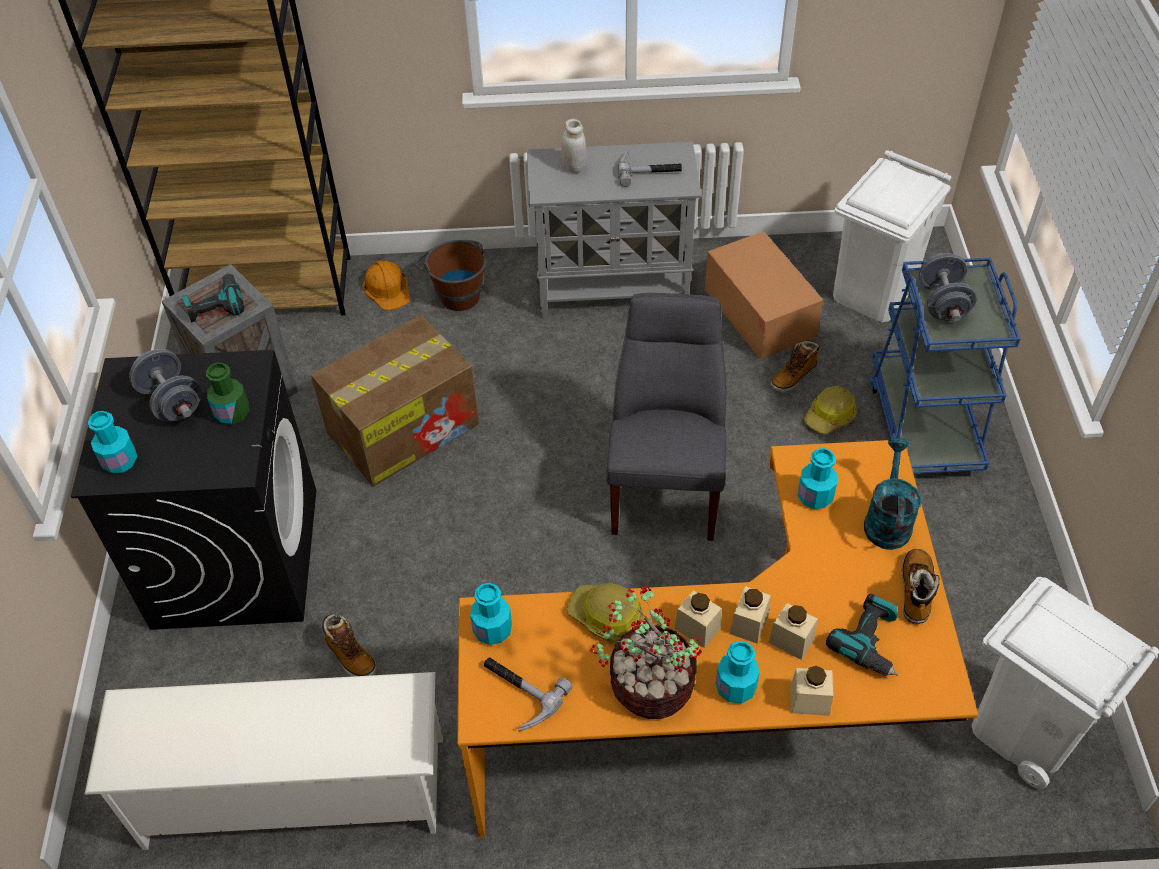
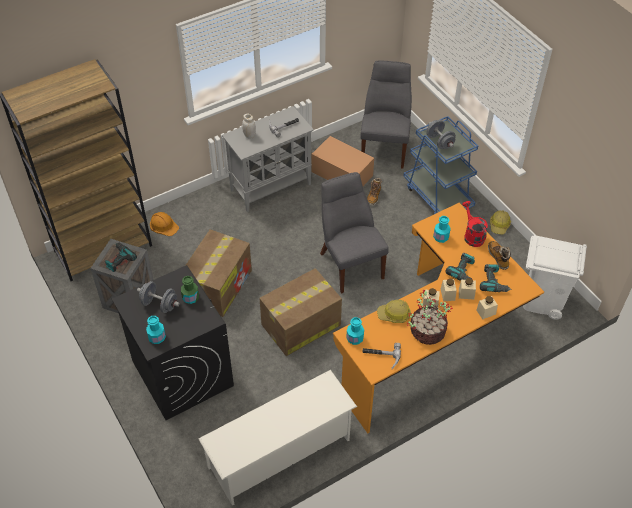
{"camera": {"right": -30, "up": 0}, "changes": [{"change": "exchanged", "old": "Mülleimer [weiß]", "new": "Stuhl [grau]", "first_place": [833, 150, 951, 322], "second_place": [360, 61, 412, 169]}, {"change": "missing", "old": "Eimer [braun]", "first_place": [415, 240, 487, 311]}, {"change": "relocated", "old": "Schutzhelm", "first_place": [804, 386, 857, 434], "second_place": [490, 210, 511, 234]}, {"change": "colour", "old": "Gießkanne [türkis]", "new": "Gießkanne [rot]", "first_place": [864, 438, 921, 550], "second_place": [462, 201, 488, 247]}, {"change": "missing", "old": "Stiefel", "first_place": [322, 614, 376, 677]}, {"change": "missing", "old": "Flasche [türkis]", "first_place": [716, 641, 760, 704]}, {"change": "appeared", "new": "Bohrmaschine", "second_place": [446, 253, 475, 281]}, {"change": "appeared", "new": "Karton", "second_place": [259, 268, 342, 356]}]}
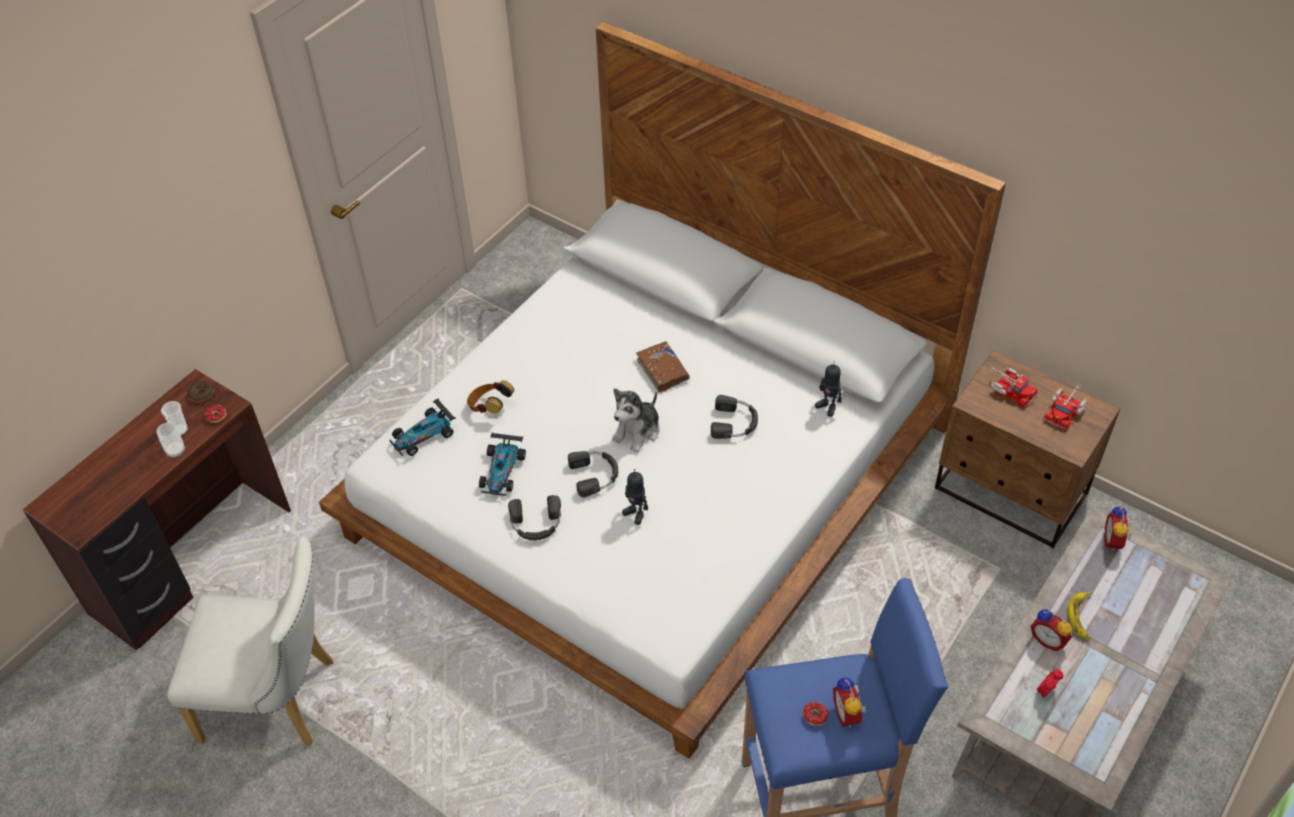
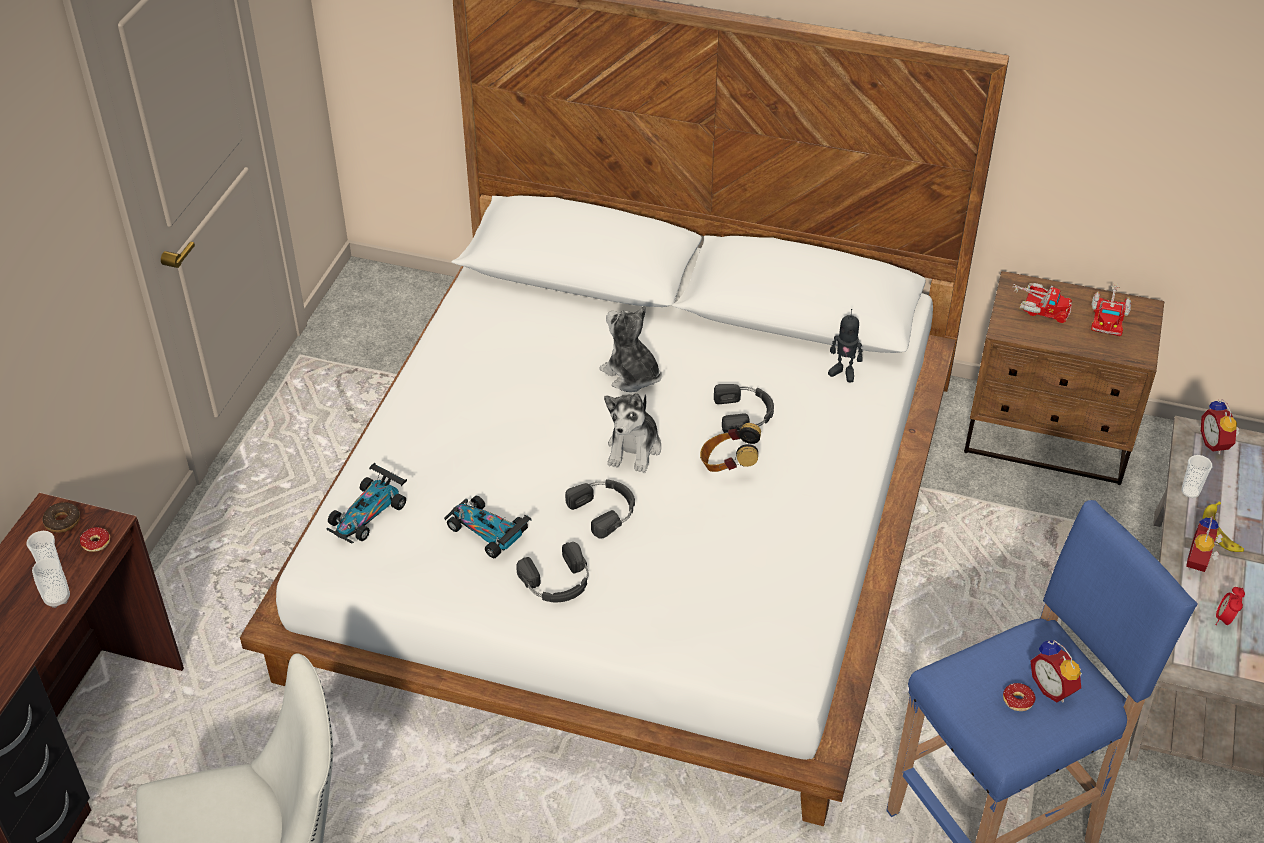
{"camera": {"right": -20, "up": -5}, "changes": [{"change": "exchanged", "old": "Buch [braun]", "new": "Plüschtier", "first_place": [636, 341, 690, 393], "second_place": [599, 306, 662, 392]}, {"change": "relocated", "old": "Kopfhörer", "first_place": [467, 380, 515, 414], "second_place": [700, 423, 761, 472]}, {"change": "spun", "old": "Spielzeugauto", "first_place": [479, 432, 526, 496], "second_place": [444, 496, 531, 558], "degrees": 135}, {"change": "missing", "old": "Spielzeugroboter", "first_place": [622, 469, 648, 525]}, {"change": "spun", "old": "Wecker", "first_place": [1031, 609, 1072, 651], "second_place": [1186, 516, 1223, 573], "degrees": 90}, {"change": "appeared", "new": "Tasse", "second_place": [1181, 455, 1212, 498]}]}
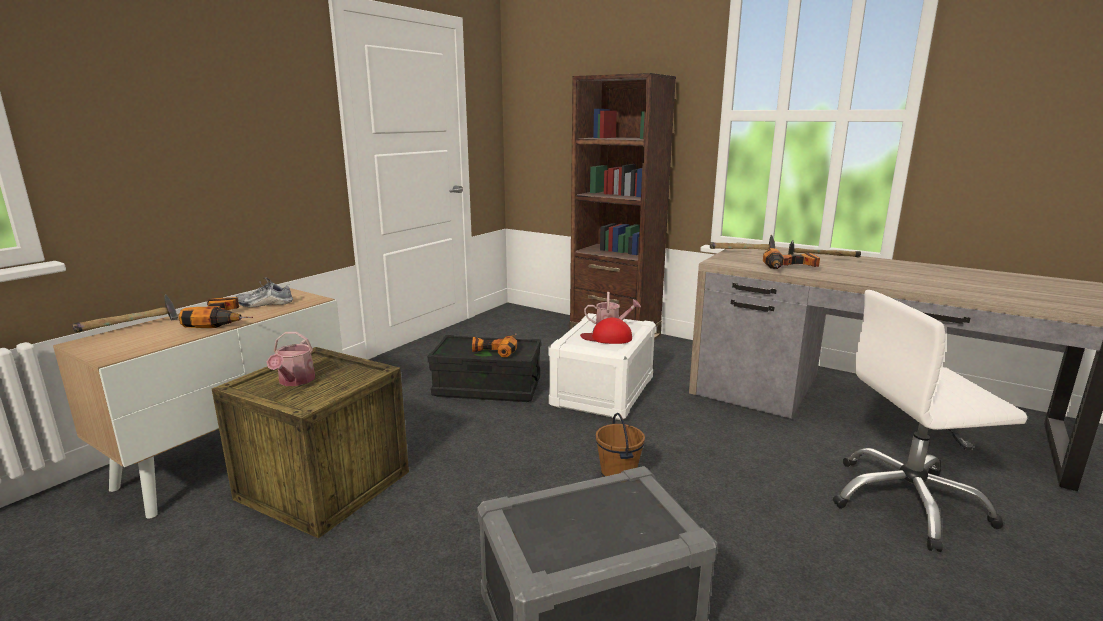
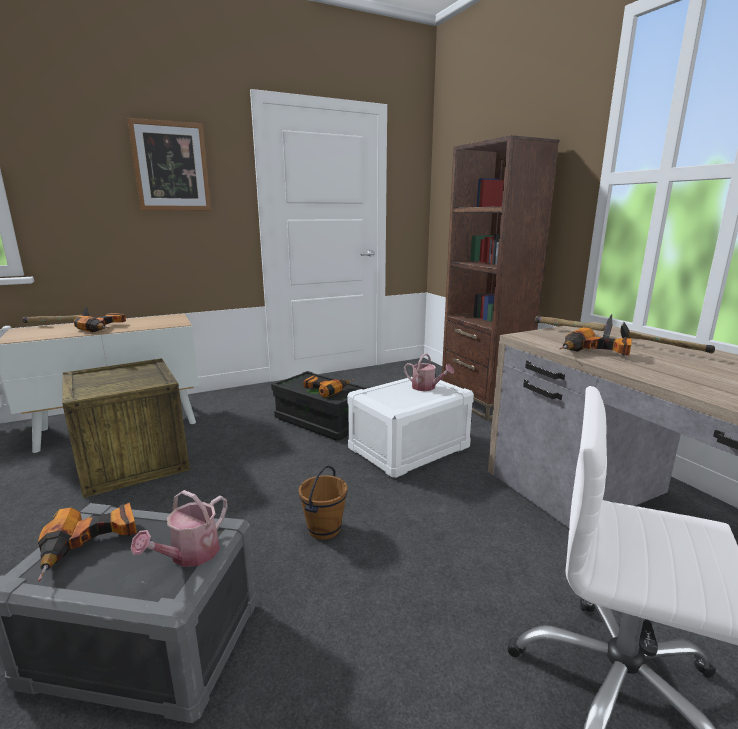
{"camera": {"right": 30, "up": 0}, "changes": [{"change": "missing", "old": "Schuh", "first_place": [236, 278, 293, 308]}, {"change": "missing", "old": "Kappe [rot]", "first_place": [580, 317, 632, 344]}, {"change": "relocated", "old": "Gießkanne", "first_place": [267, 332, 315, 386], "second_place": [131, 490, 228, 567]}, {"change": "appeared", "new": "Bild", "second_place": [127, 118, 211, 210]}, {"change": "appeared", "new": "Bohrmaschine", "second_place": [38, 502, 137, 581]}]}
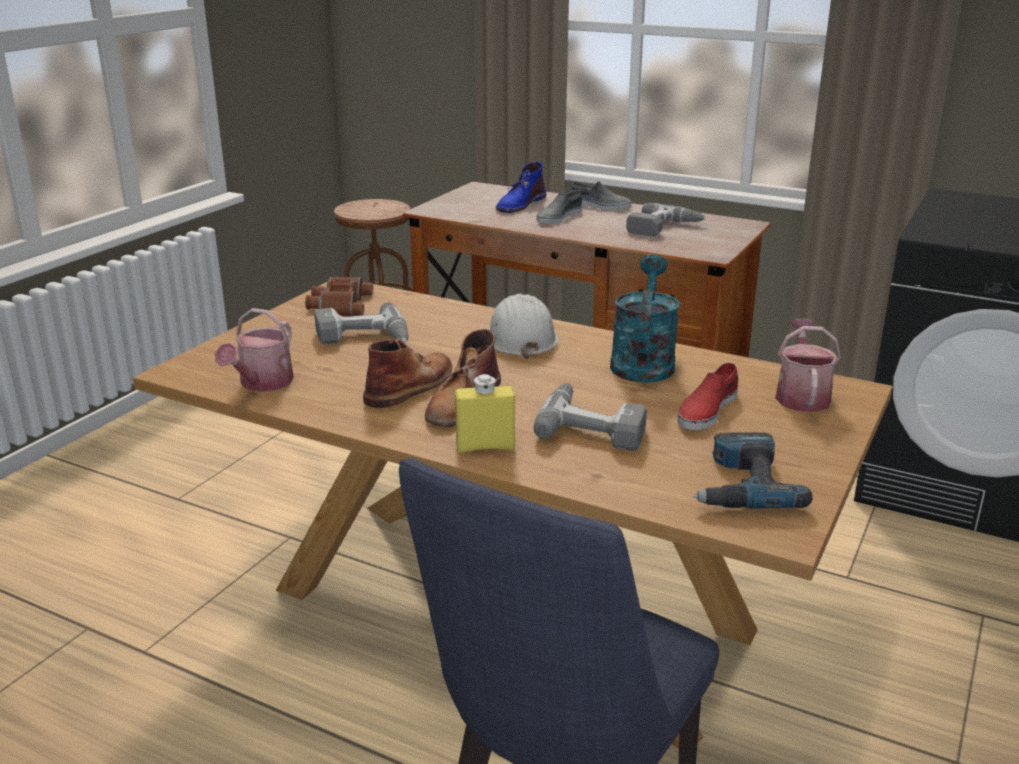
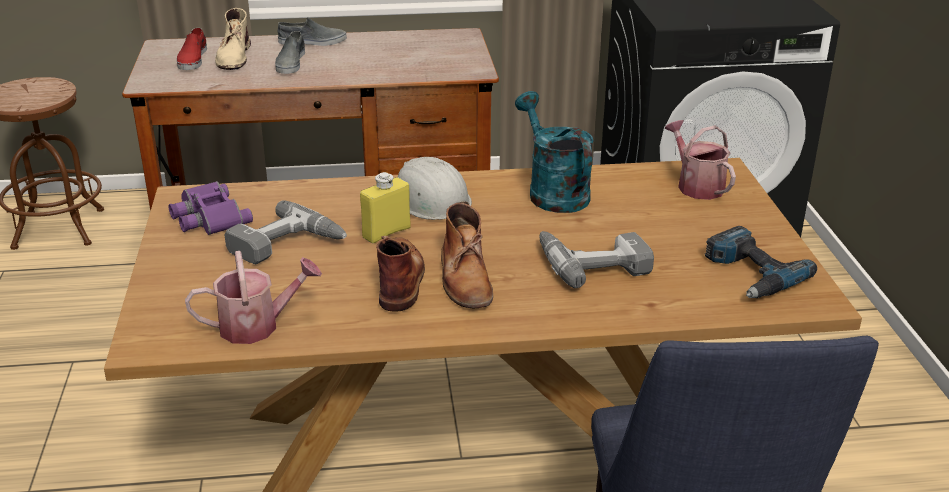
{"camera": {"right": -35, "up": 5}, "changes": [{"change": "colour", "old": "Stiefel [blau]", "new": "Stiefel [beige]", "first_place": [496, 162, 546, 213], "second_place": [215, 8, 251, 70]}, {"change": "missing", "old": "Bohrmaschine", "first_place": [626, 203, 706, 236]}, {"change": "colour", "old": "Fernglas [braun]", "new": "Fernglas [lila]", "first_place": [305, 277, 373, 316], "second_place": [168, 181, 253, 235]}, {"change": "spun", "old": "Gießkanne", "first_place": [215, 308, 294, 392], "second_place": [185, 251, 322, 344], "degrees": -90}, {"change": "relocated", "old": "Schuh [rot]", "first_place": [677, 363, 738, 430], "second_place": [177, 28, 207, 70]}, {"change": "relocated", "old": "Flasche [gelb]", "first_place": [455, 374, 515, 453], "second_place": [360, 172, 411, 244]}]}
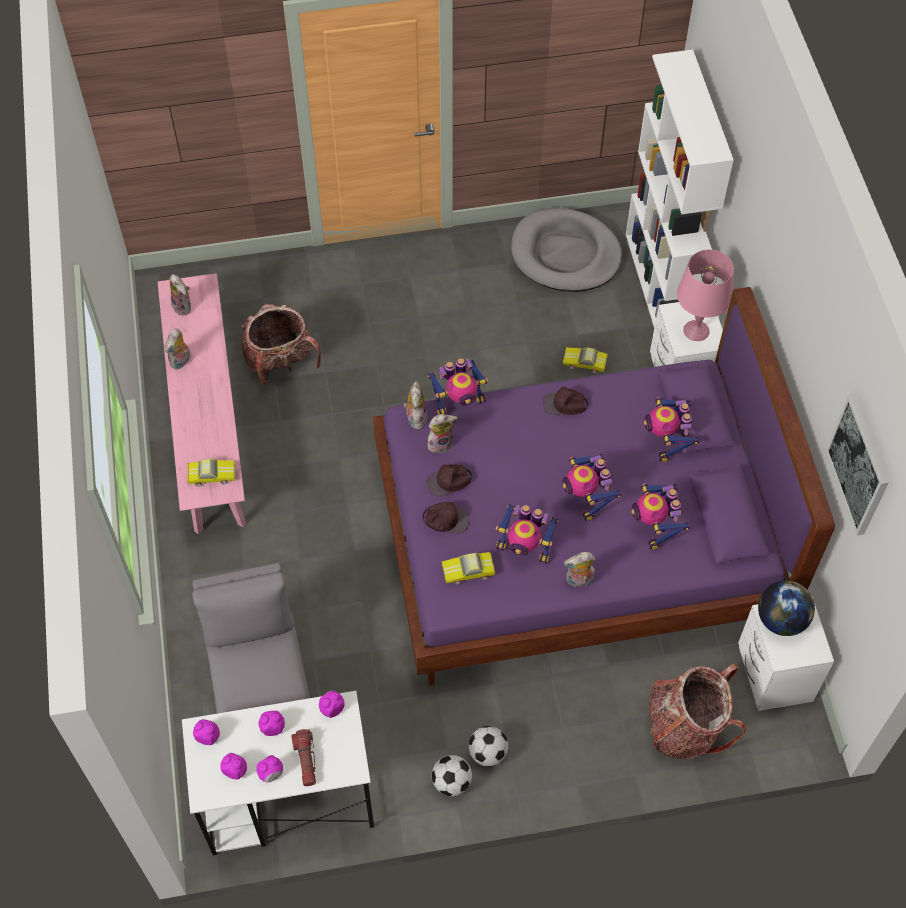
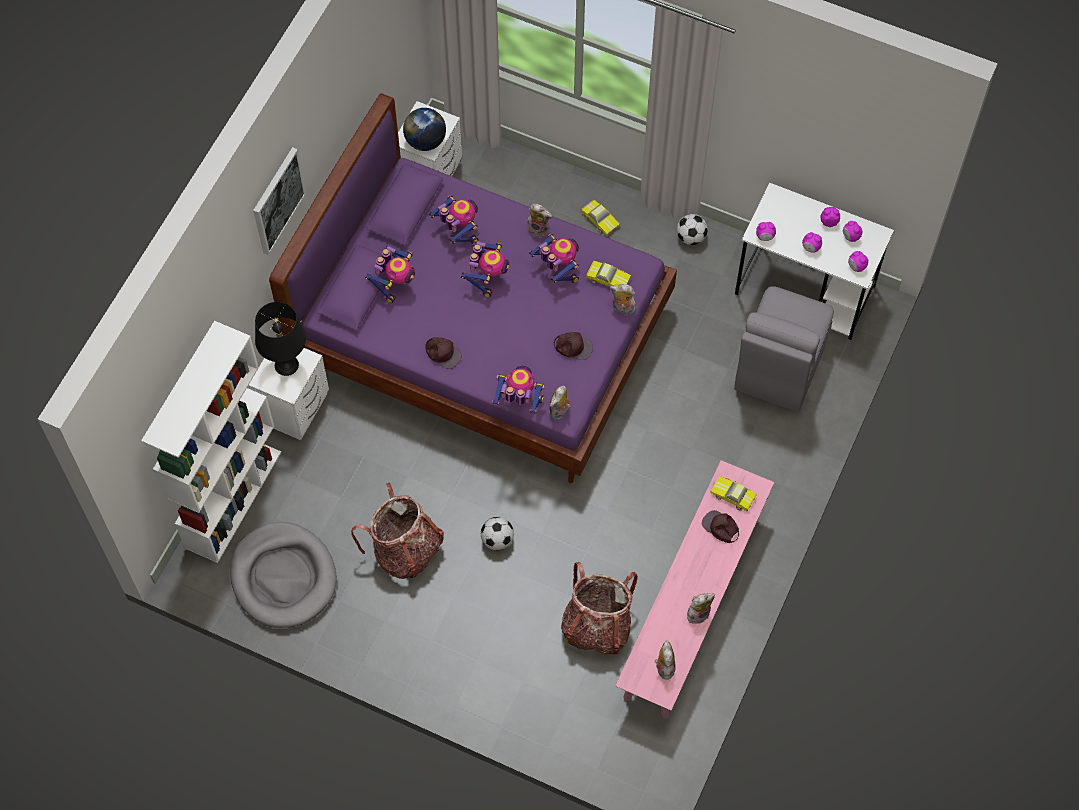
{"camera": {"right": -145, "up": 5}, "changes": [{"change": "colour", "old": "Tischlampe [rosa]", "new": "Tischlampe [schwarz]", "first_place": [677, 249, 734, 341], "second_place": [255, 302, 306, 376]}, {"change": "relocated", "old": "Spielzeugauto", "first_place": [563, 347, 608, 374], "second_place": [581, 200, 620, 235]}, {"change": "relocated", "old": "Bild", "first_place": [826, 394, 889, 536], "second_place": [253, 147, 306, 255]}, {"change": "relocated", "old": "Plüschtier", "first_place": [428, 414, 458, 453], "second_place": [610, 284, 635, 314]}, {"change": "spun", "old": "Spielzeugroboter", "first_place": [631, 483, 690, 550], "second_place": [429, 195, 479, 244], "degrees": -60}, {"change": "relocated", "old": "Kappe [braun]", "first_place": [423, 502, 469, 533], "second_place": [702, 510, 739, 543]}, {"change": "relocated", "old": "Rucksack", "first_place": [648, 664, 746, 759], "second_place": [351, 483, 444, 579]}, {"change": "relocated", "old": "Fußball", "first_place": [469, 726, 508, 767], "second_place": [481, 517, 514, 550]}, {"change": "missing", "old": "Taschenlampe", "first_place": [291, 729, 316, 786]}]}
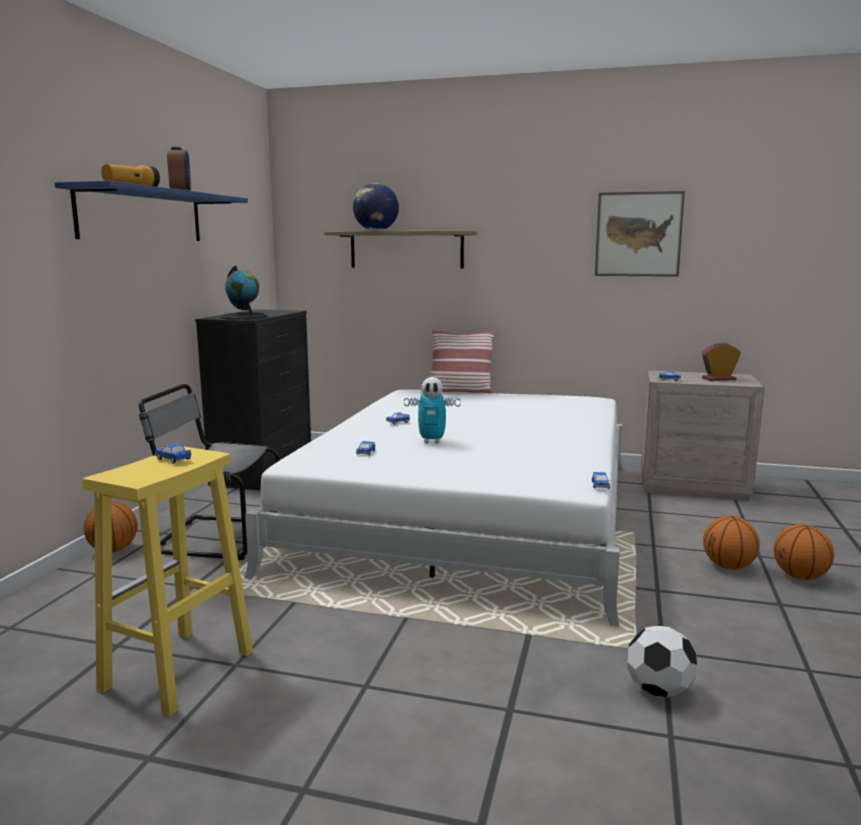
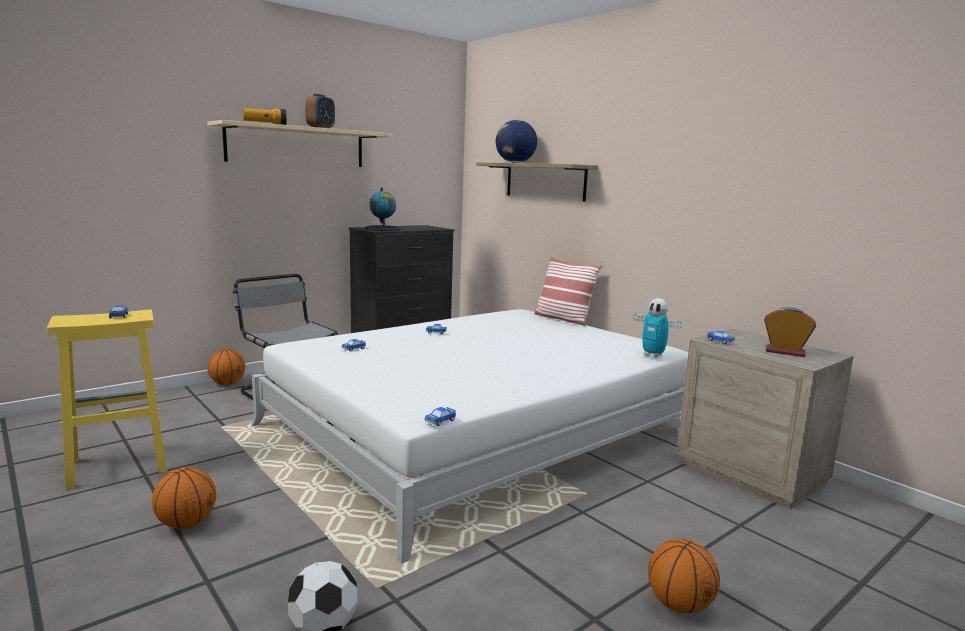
{"camera": {"right": 35, "up": 0}, "changes": [{"change": "colour", "old": "Wandregal [blau]", "new": "Wandregal [beige]", "first_place": [55, 181, 248, 241], "second_place": [207, 120, 392, 167]}, {"change": "missing", "old": "Bild", "first_place": [595, 191, 685, 277]}, {"change": "relocated", "old": "Spielzeugroboter", "first_place": [404, 377, 461, 443], "second_place": [634, 298, 682, 358]}, {"change": "relocated", "old": "Basketball", "first_place": [703, 516, 760, 570], "second_place": [152, 467, 216, 529]}]}
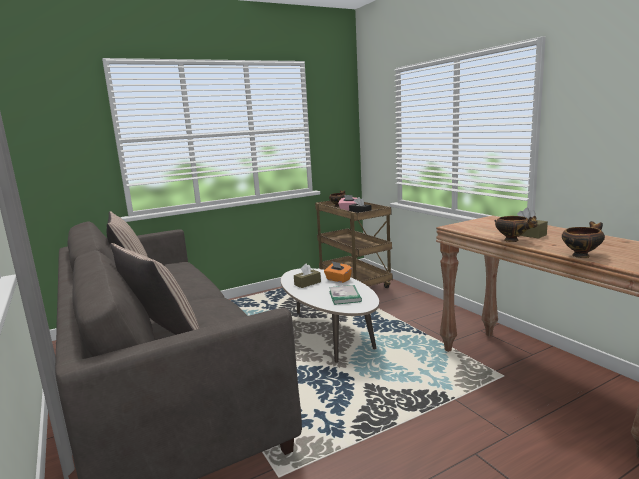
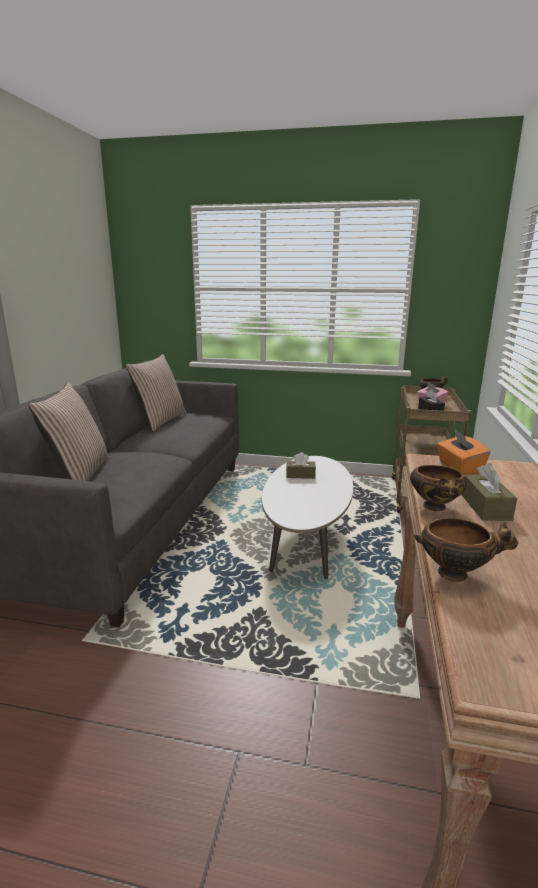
{"camera": {"right": 40, "up": 5}, "changes": [{"change": "relocated", "old": "Taschentuchbox [orange]", "first_place": [324, 261, 352, 283], "second_place": [437, 430, 490, 475]}, {"change": "missing", "old": "Buch", "first_place": [329, 285, 362, 305]}]}
